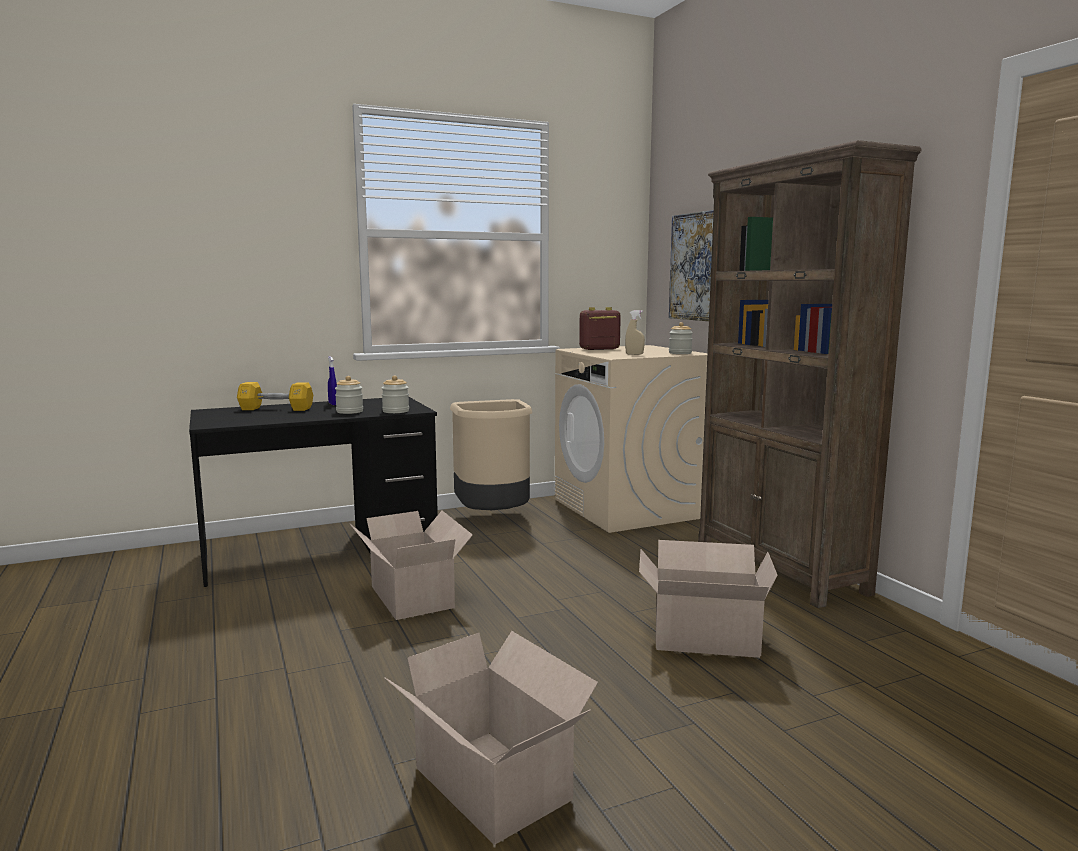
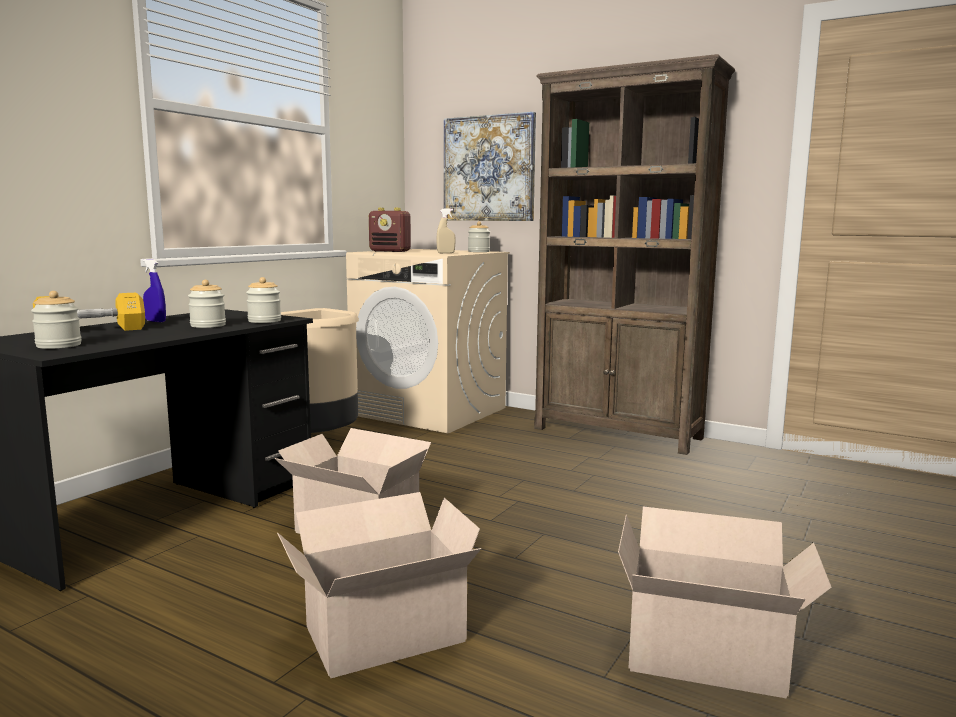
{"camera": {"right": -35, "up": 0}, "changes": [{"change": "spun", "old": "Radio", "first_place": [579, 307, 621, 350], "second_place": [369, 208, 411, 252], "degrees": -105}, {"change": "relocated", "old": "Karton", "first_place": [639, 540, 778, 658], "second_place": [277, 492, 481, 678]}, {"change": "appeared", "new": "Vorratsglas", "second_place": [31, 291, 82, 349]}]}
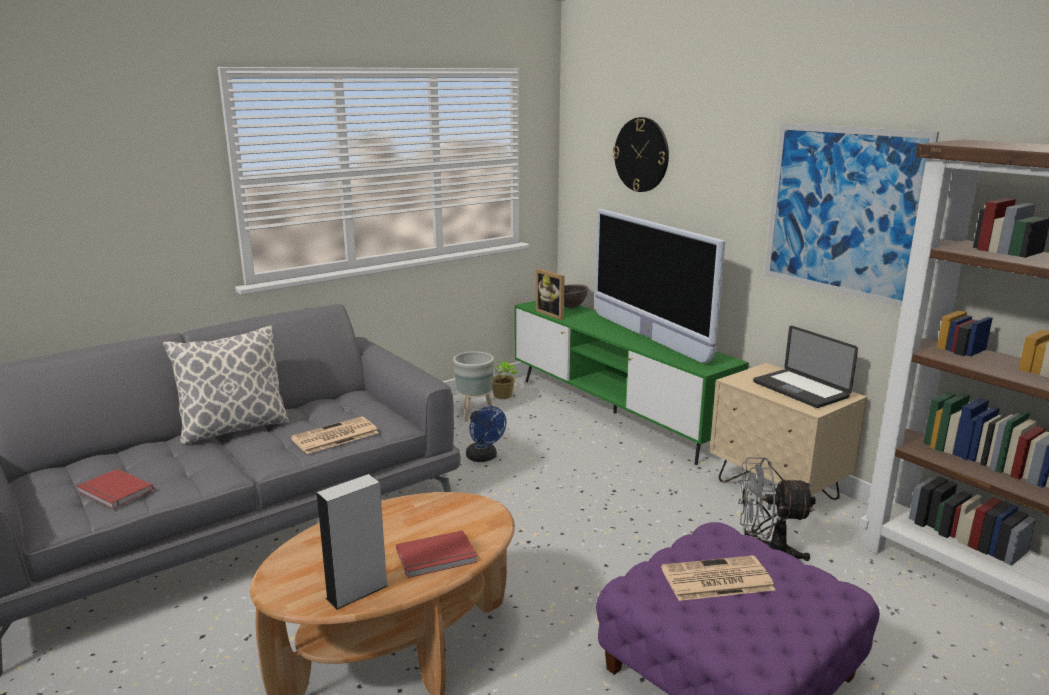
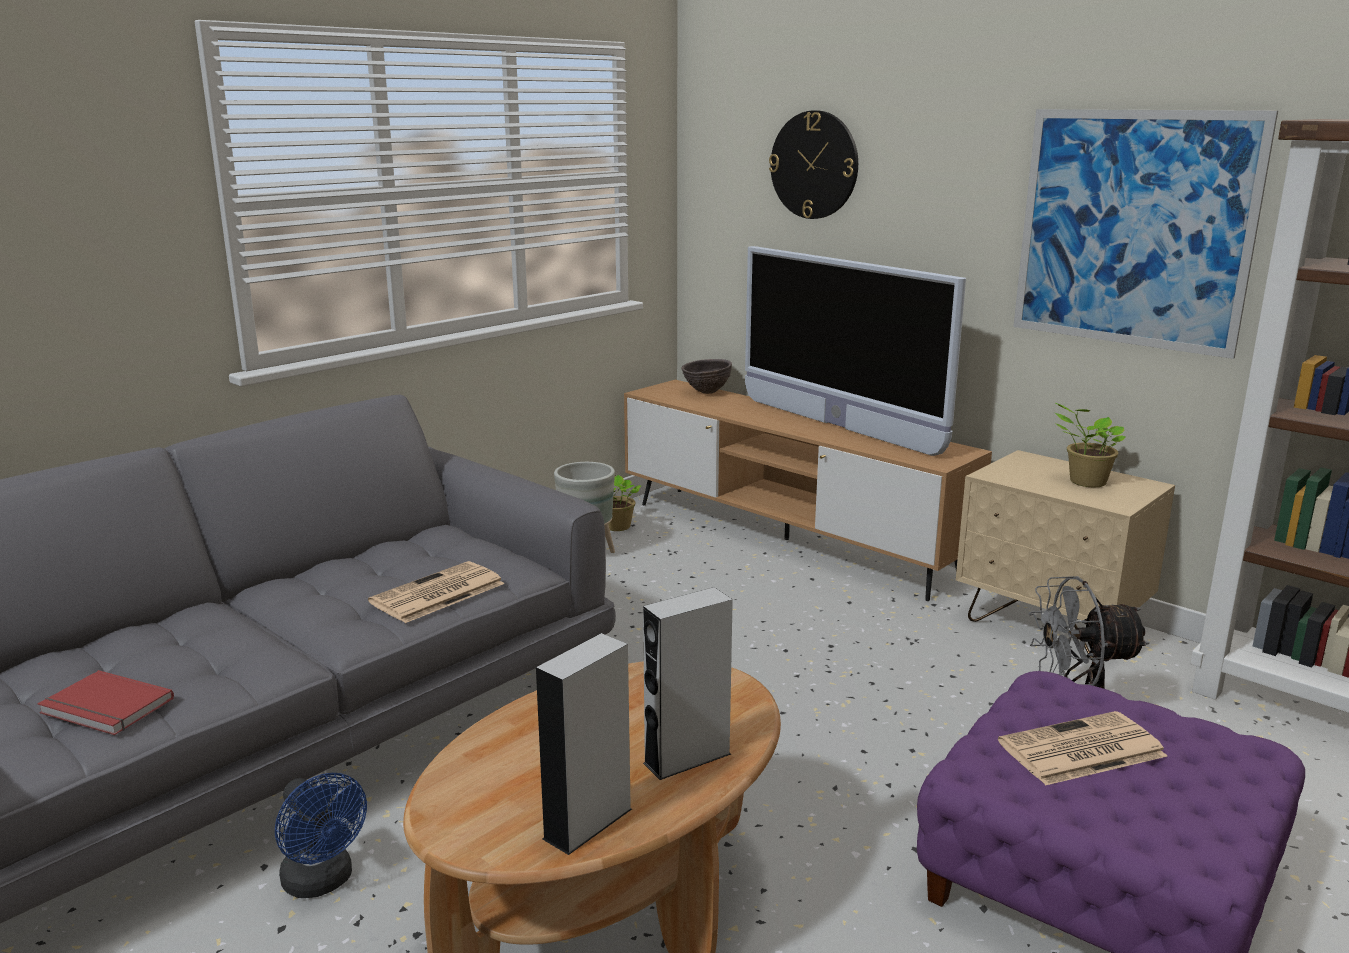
{"camera": {"right": -10, "up": 0}, "changes": [{"change": "missing", "old": "Bilderrahmen", "first_place": [536, 269, 565, 320]}, {"change": "colour", "old": "Fernsehschrank [grün]", "new": "Fernsehschrank [braun]", "first_place": [514, 301, 749, 465], "second_place": [624, 380, 992, 601]}, {"change": "missing", "old": "Kissen", "first_place": [163, 325, 289, 446]}, {"change": "exchanged", "old": "Laptop", "new": "Topfpflanze", "first_place": [753, 326, 858, 408], "second_place": [1055, 403, 1126, 488]}, {"change": "relocated", "old": "Ventilator [blau]", "first_place": [466, 406, 506, 462], "second_place": [275, 773, 367, 898]}, {"change": "exchanged", "old": "Buch [rot]", "new": "Lautsprecher [grau]", "first_place": [396, 530, 478, 578], "second_place": [643, 587, 733, 780]}]}
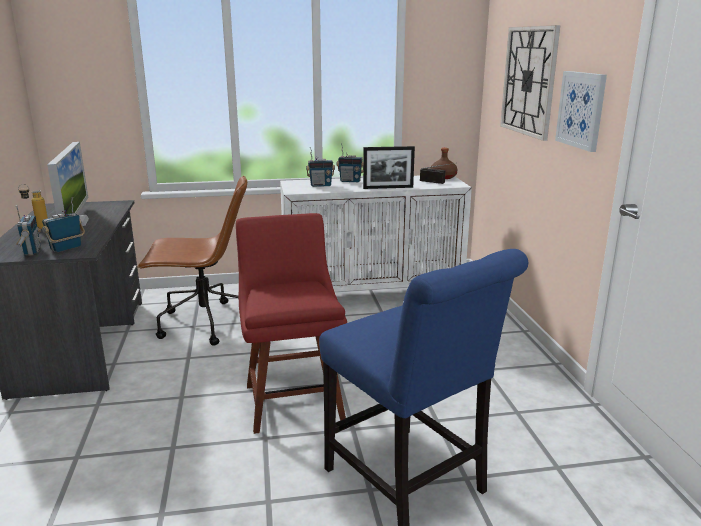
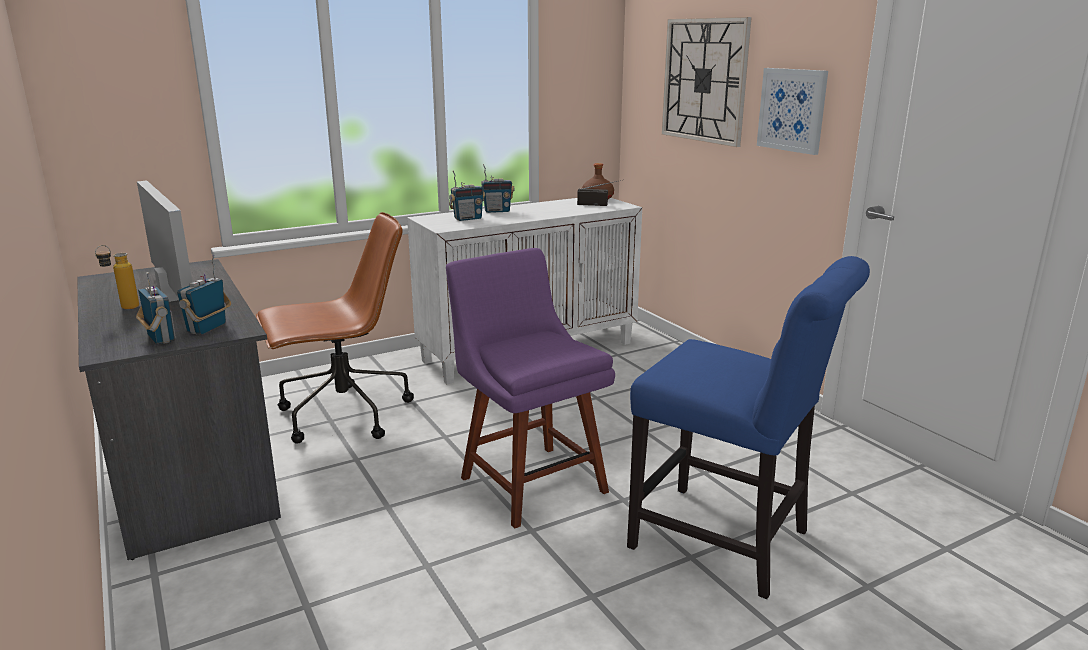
{"camera": {"right": -20, "up": 0}, "changes": [{"change": "missing", "old": "Bilderrahmen", "first_place": [363, 146, 415, 189]}, {"change": "colour", "old": "Stuhl [rot]", "new": "Stuhl [lila]", "first_place": [236, 213, 347, 434], "second_place": [446, 248, 615, 529]}]}
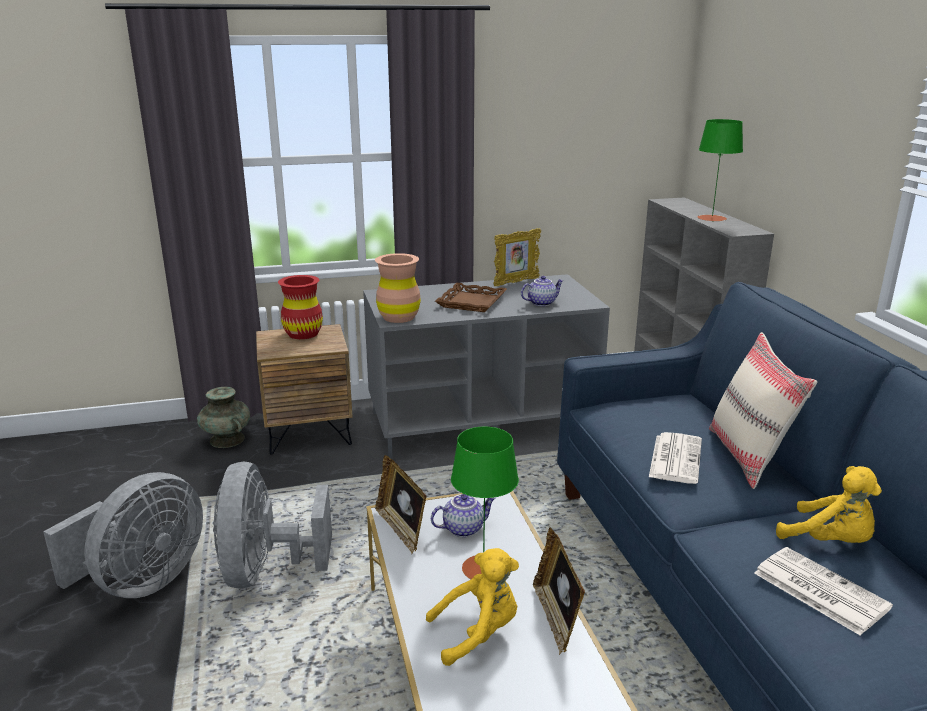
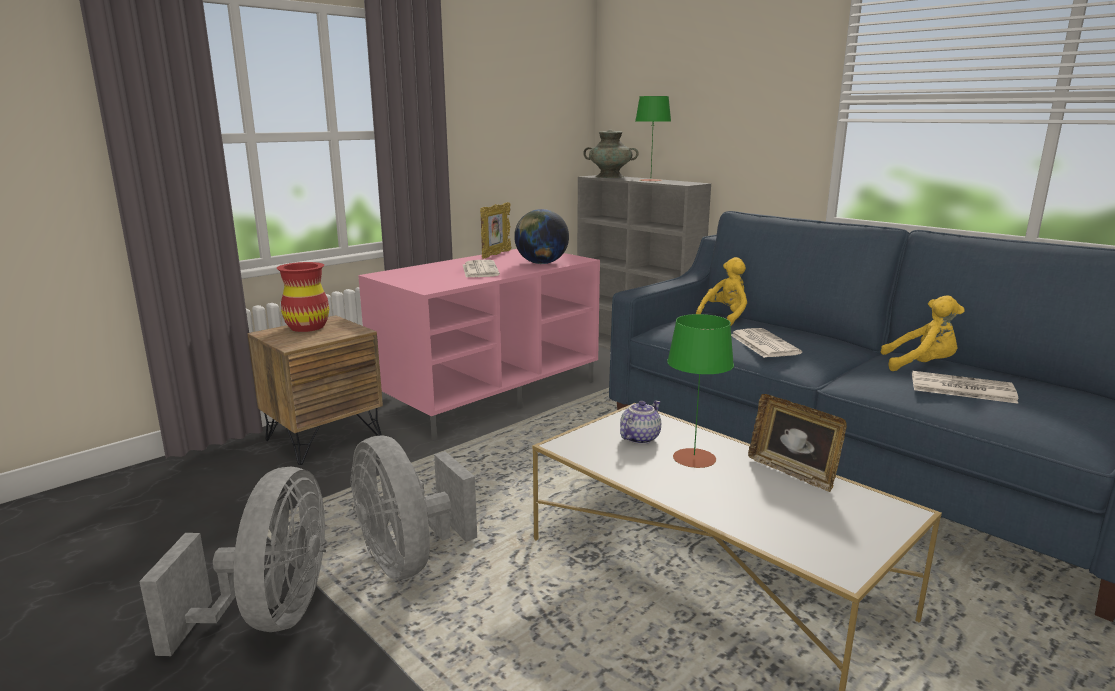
{"camera": {"right": -30, "up": -5}, "changes": [{"change": "missing", "old": "Vase [braun]", "first_place": [375, 253, 421, 323]}, {"change": "colour", "old": "Fernsehschrank [grau]", "new": "Fernsehschrank [rosa]", "first_place": [363, 274, 610, 460], "second_place": [358, 249, 600, 440]}, {"change": "exchanged", "old": "Teekanne", "new": "Globus", "first_place": [521, 276, 564, 306], "second_place": [514, 209, 569, 264]}, {"change": "exchanged", "old": "Tablett [braun]", "new": "Zeitung", "first_place": [435, 283, 507, 312], "second_place": [463, 260, 500, 277]}, {"change": "missing", "old": "Kissen [beige]", "first_place": [709, 332, 818, 489]}, {"change": "relocated", "old": "Vase [türkis]", "first_place": [197, 387, 250, 448], "second_place": [583, 130, 639, 178]}, {"change": "missing", "old": "Bilderrahmen", "first_place": [375, 455, 427, 554]}, {"change": "relocated", "old": "Plüschtier [gelb]", "first_place": [426, 548, 519, 666], "second_place": [696, 257, 747, 326]}]}
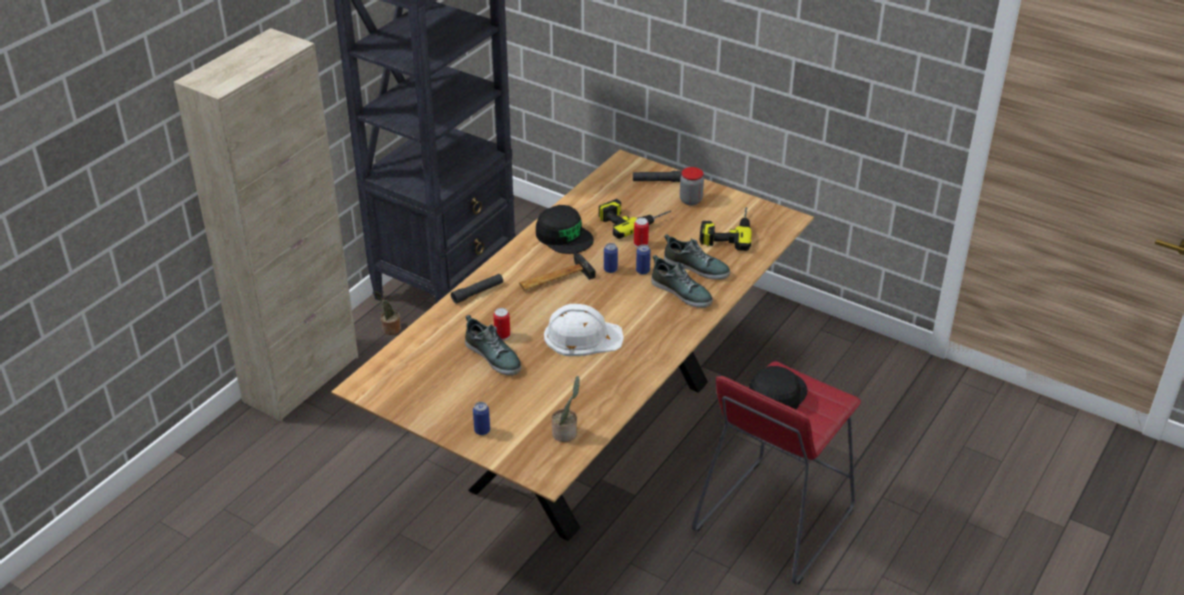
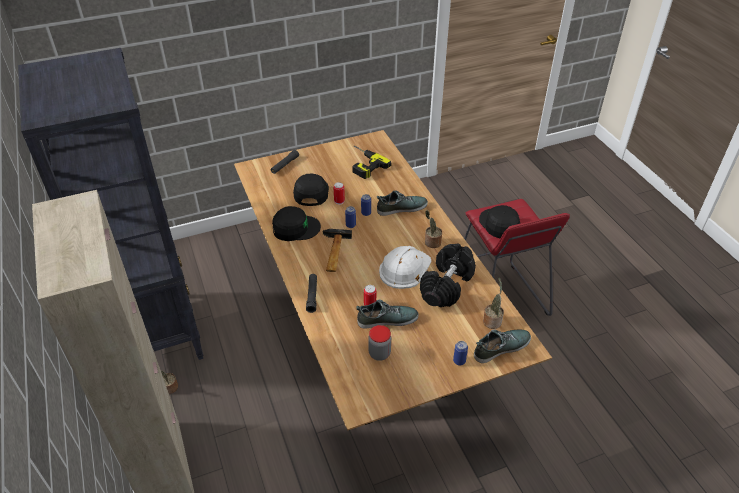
{"camera": {"right": -55, "up": 5}, "changes": [{"change": "relocated", "old": "Vorratsglas", "first_place": [680, 167, 704, 205], "second_place": [368, 325, 391, 361]}, {"change": "exchanged", "old": "Bohrmaschine", "new": "Kappe [schwarz]", "first_place": [599, 199, 671, 239], "second_place": [293, 174, 329, 206]}, {"change": "relocated", "old": "Schuh", "first_place": [664, 234, 730, 280], "second_place": [474, 329, 531, 363]}, {"change": "appeared", "new": "Topfpflanze", "second_place": [425, 210, 442, 248]}, {"change": "appeared", "new": "Hantel [schwarz]", "second_place": [420, 244, 476, 307]}]}
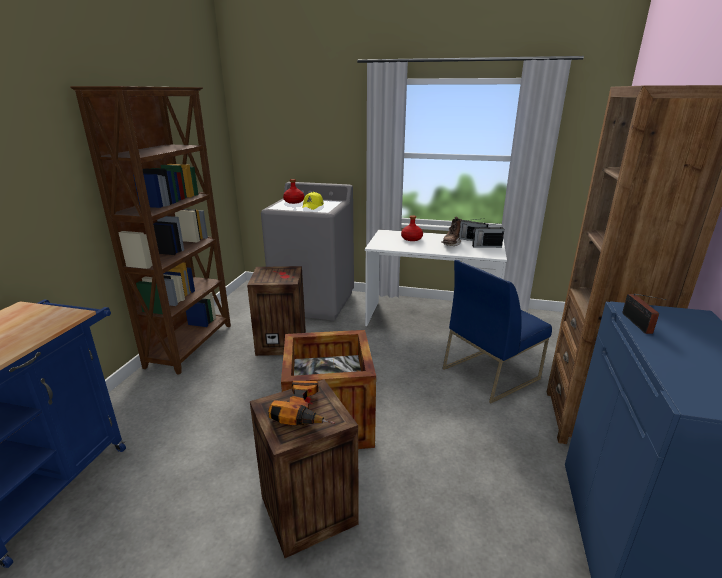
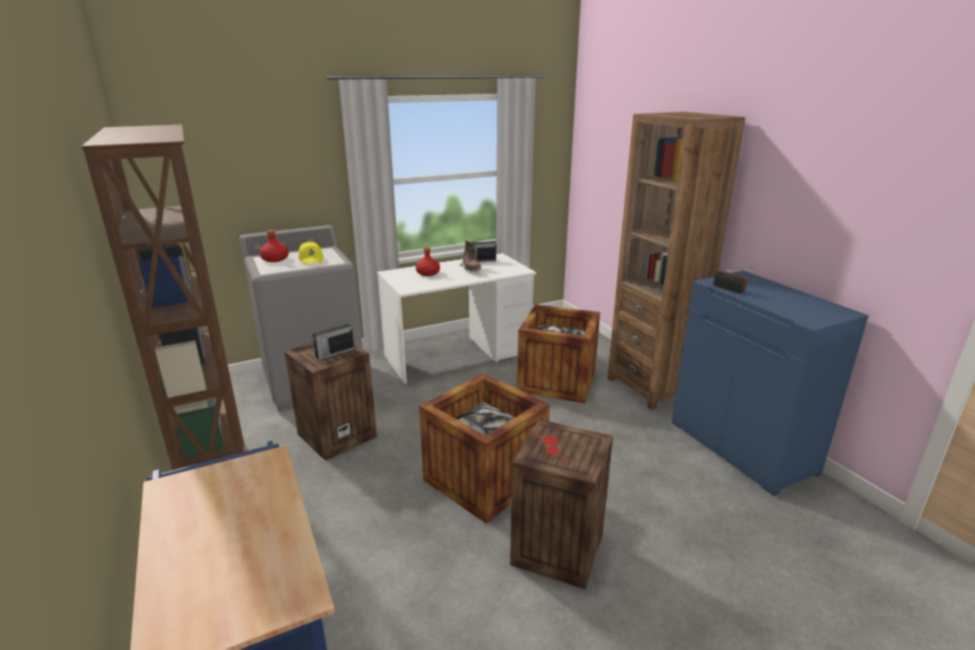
{"camera": {"right": -40, "up": 0}, "changes": [{"change": "relocated", "old": "Radio", "first_place": [472, 223, 504, 248], "second_place": [312, 319, 354, 360]}, {"change": "exchanged", "old": "Stuhl [blau]", "new": "Kiste", "first_place": [443, 260, 552, 403], "second_place": [517, 305, 600, 403]}, {"change": "missing", "old": "Bohrmaschine", "first_place": [268, 380, 335, 426]}]}
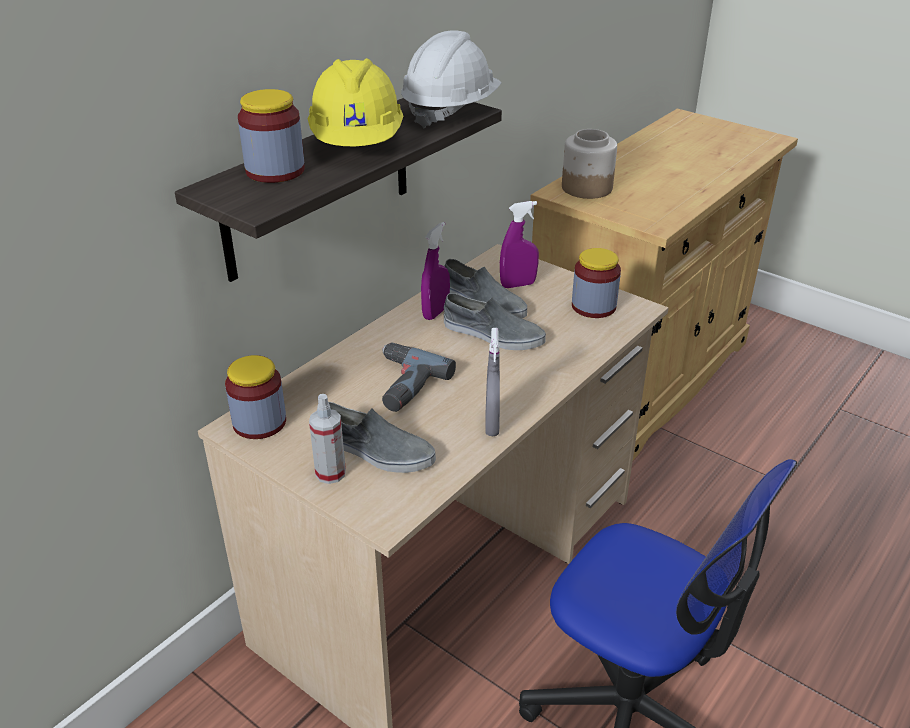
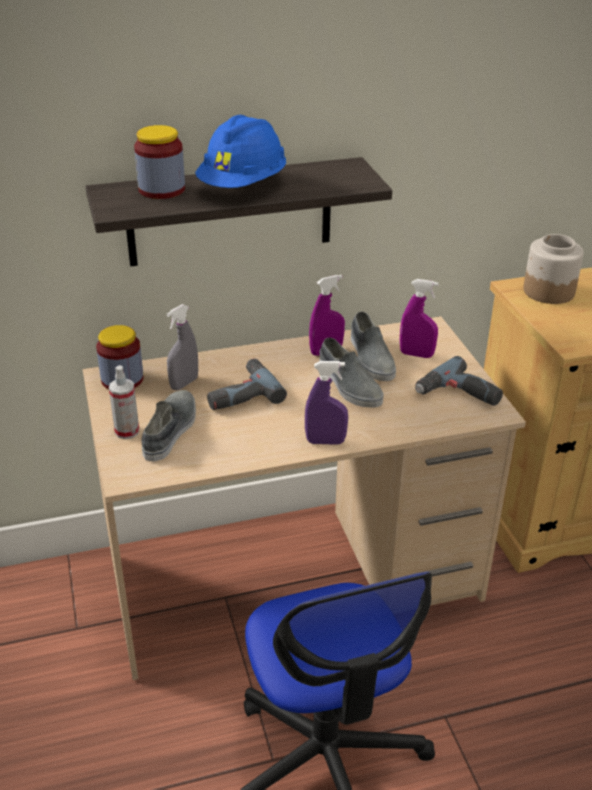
{"camera": {"right": 35, "up": 0}, "changes": [{"change": "missing", "old": "Schutzhelm [weiß]", "first_place": [401, 30, 502, 129]}, {"change": "colour", "old": "Schutzhelm [gelb]", "new": "Schutzhelm [blau]", "first_place": [308, 58, 403, 146], "second_place": [195, 115, 286, 188]}, {"change": "exchanged", "old": "Vorratsglas", "new": "Bohrmaschine", "first_place": [572, 248, 621, 318], "second_place": [415, 356, 503, 406]}, {"change": "relocated", "old": "Sprühflasche [grau]", "first_place": [485, 328, 500, 436], "second_place": [167, 304, 198, 390]}, {"change": "spun", "old": "Schuh [grau]", "first_place": [328, 402, 436, 473], "second_place": [141, 390, 196, 462], "degrees": -135}, {"change": "appeared", "new": "Sprühflasche [lila]", "second_place": [305, 361, 348, 445]}]}
